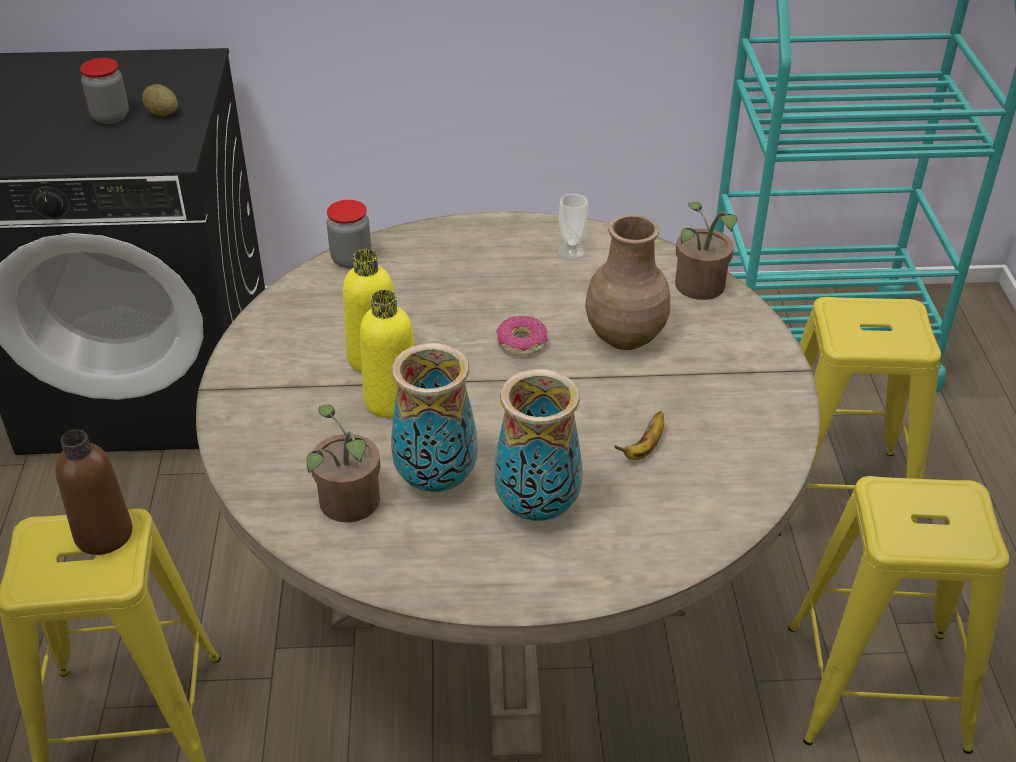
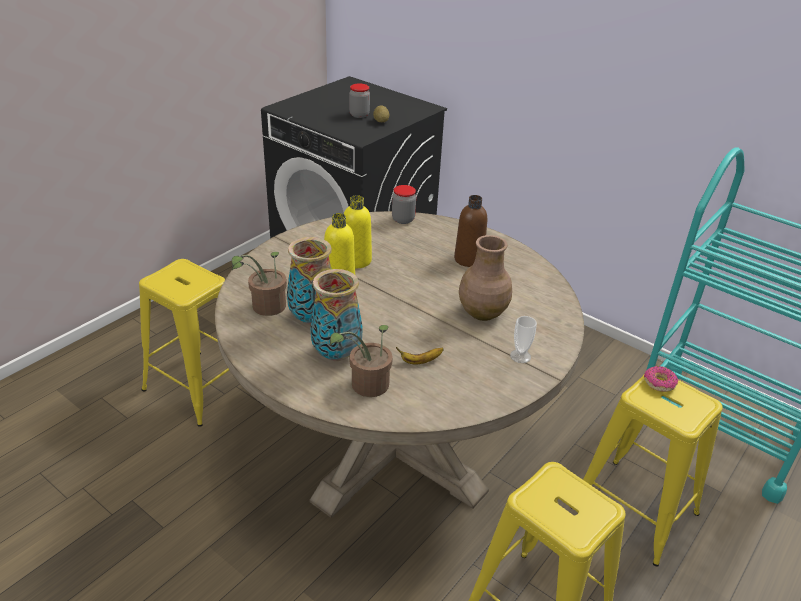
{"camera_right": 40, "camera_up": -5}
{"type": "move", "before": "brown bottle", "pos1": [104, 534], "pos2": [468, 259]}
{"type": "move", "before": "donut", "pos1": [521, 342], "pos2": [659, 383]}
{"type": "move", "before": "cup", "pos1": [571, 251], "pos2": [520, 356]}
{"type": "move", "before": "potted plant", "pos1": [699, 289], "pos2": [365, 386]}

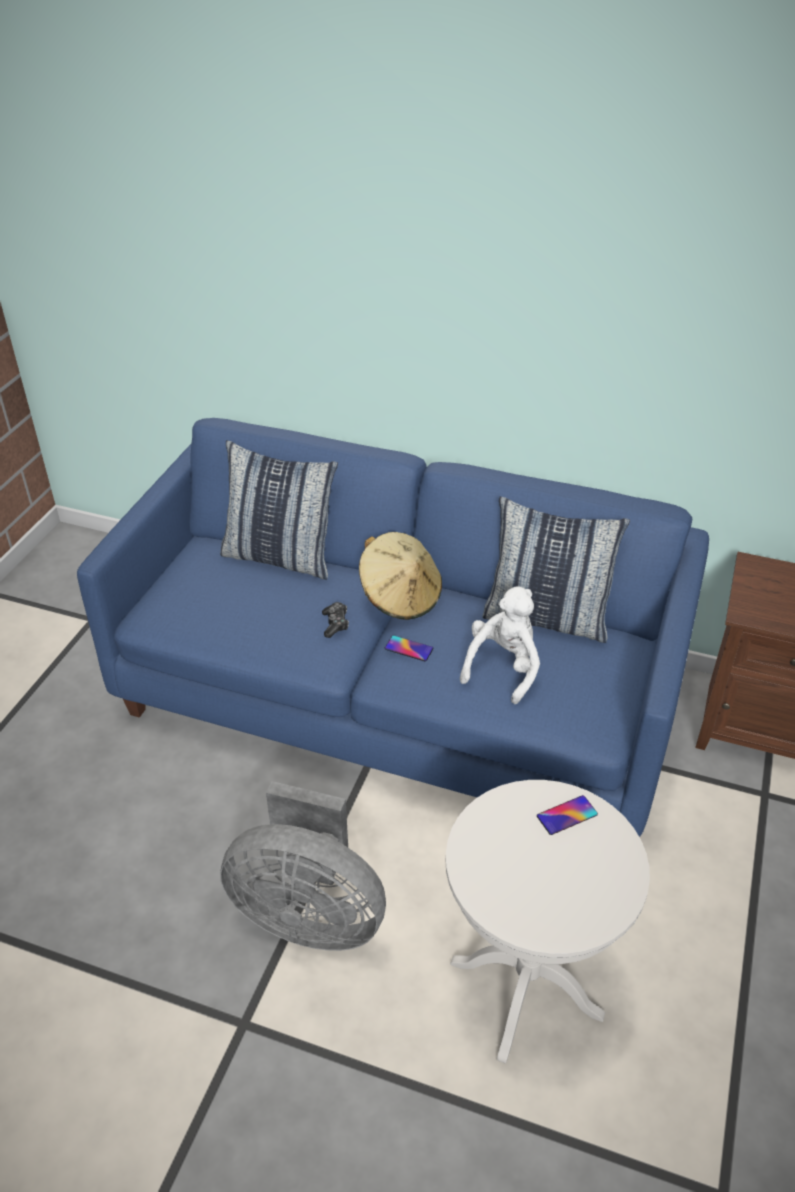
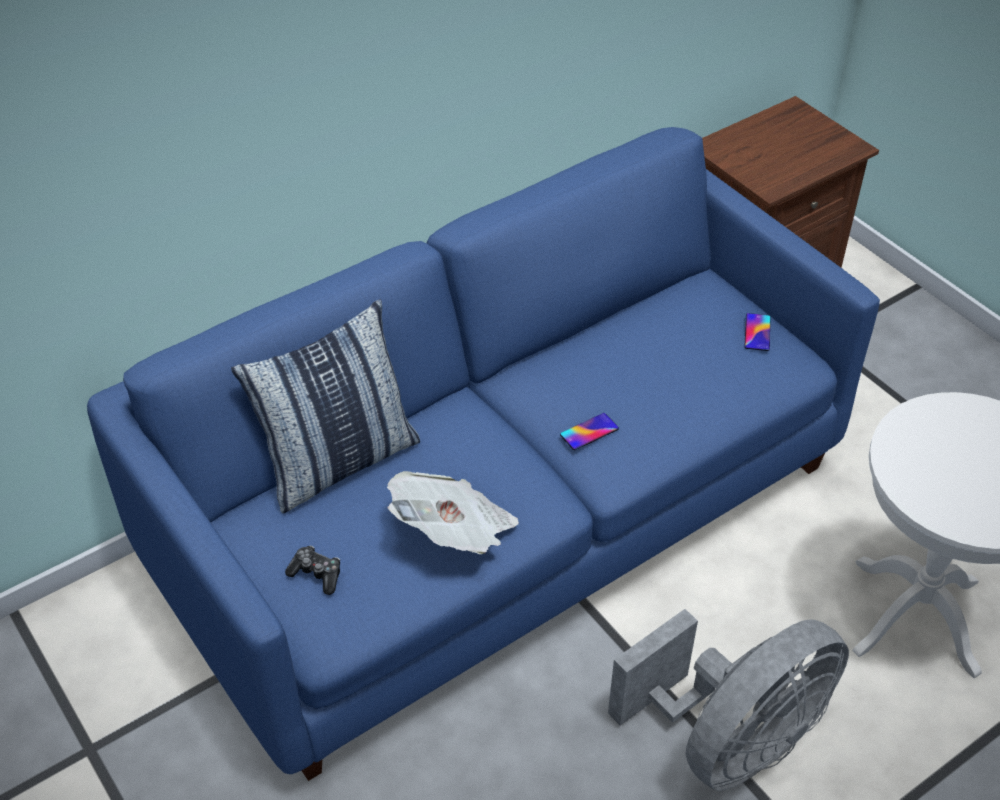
{"camera_right": -55, "camera_up": 5}
{"type": "delete", "before": "beige hat", "pos1": [400, 597]}
{"type": "delete", "before": "white plush toy", "pos1": [503, 667]}
{"type": "delete", "before": "pillow", "pos1": [546, 618]}
{"type": "insert", "after": "newspaper", "pos2": [454, 532]}
{"type": "move", "before": "game controller", "pos1": [335, 624], "pos2": [317, 574]}
{"type": "move", "before": "phone", "pos1": [567, 815], "pos2": [757, 332]}

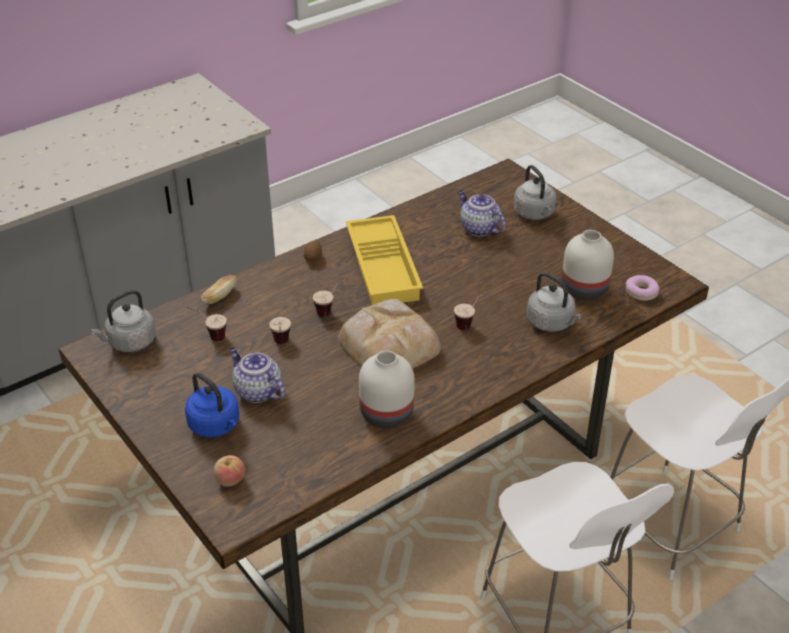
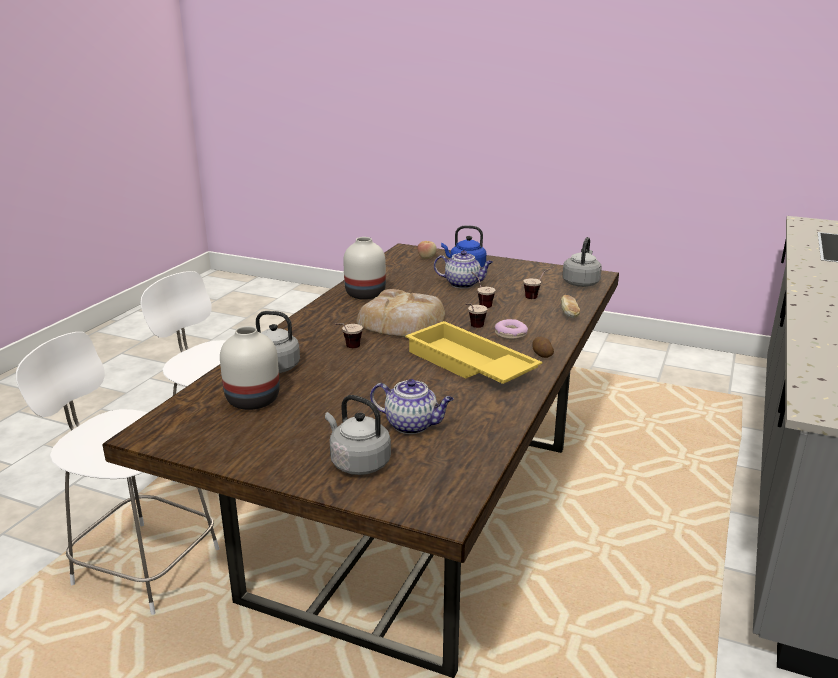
{"camera_right": 150, "camera_up": -15}
{"type": "move", "before": "donut", "pos1": [641, 292], "pos2": [510, 334]}

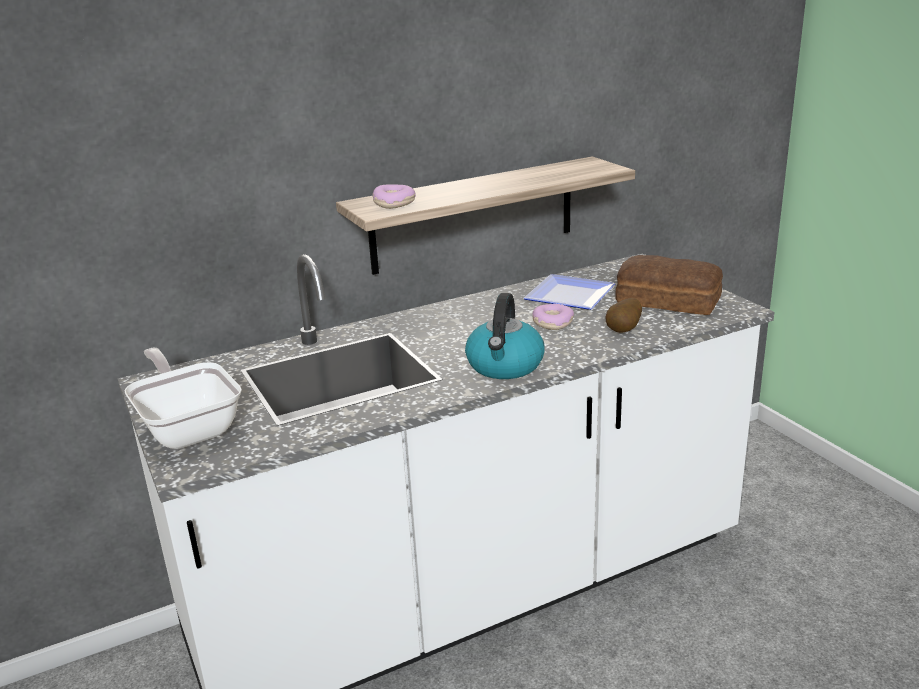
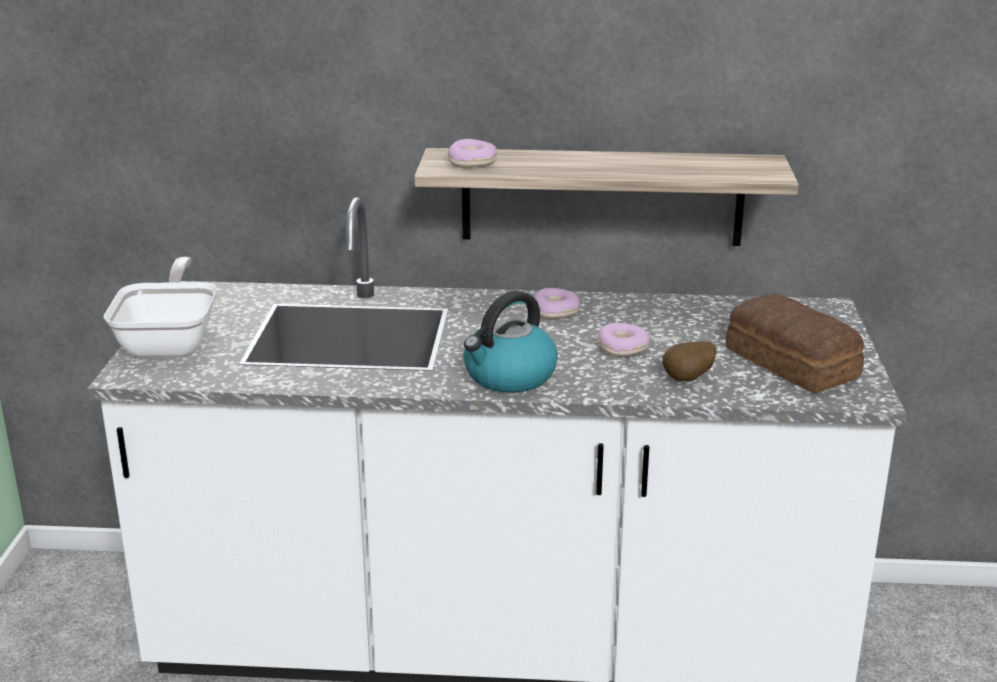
{"camera_right": 30, "camera_up": 0}
{"type": "delete", "before": "plate", "pos1": [566, 296]}
{"type": "insert", "after": "donut", "pos2": [555, 311]}

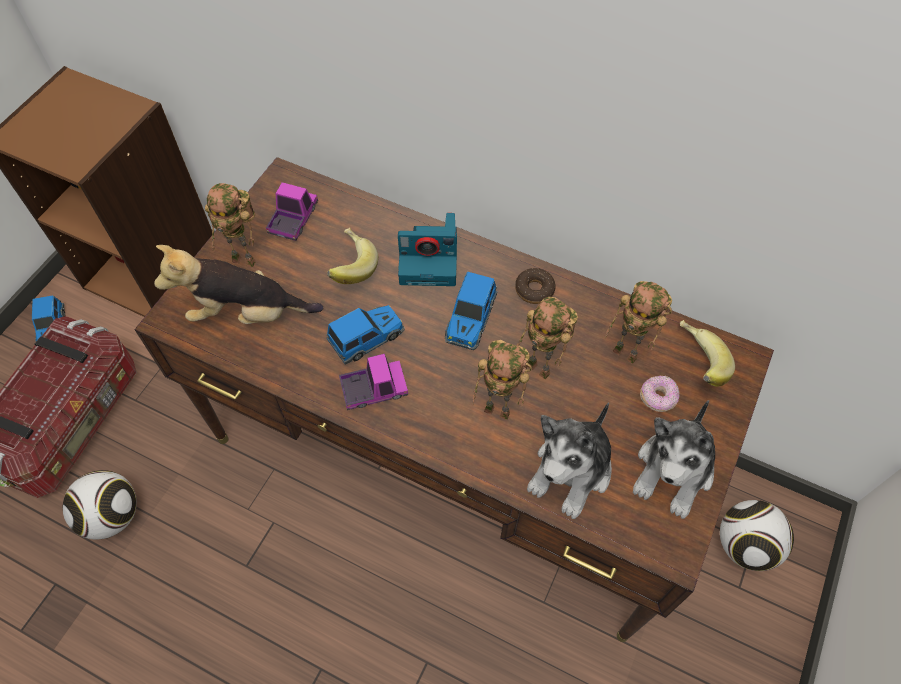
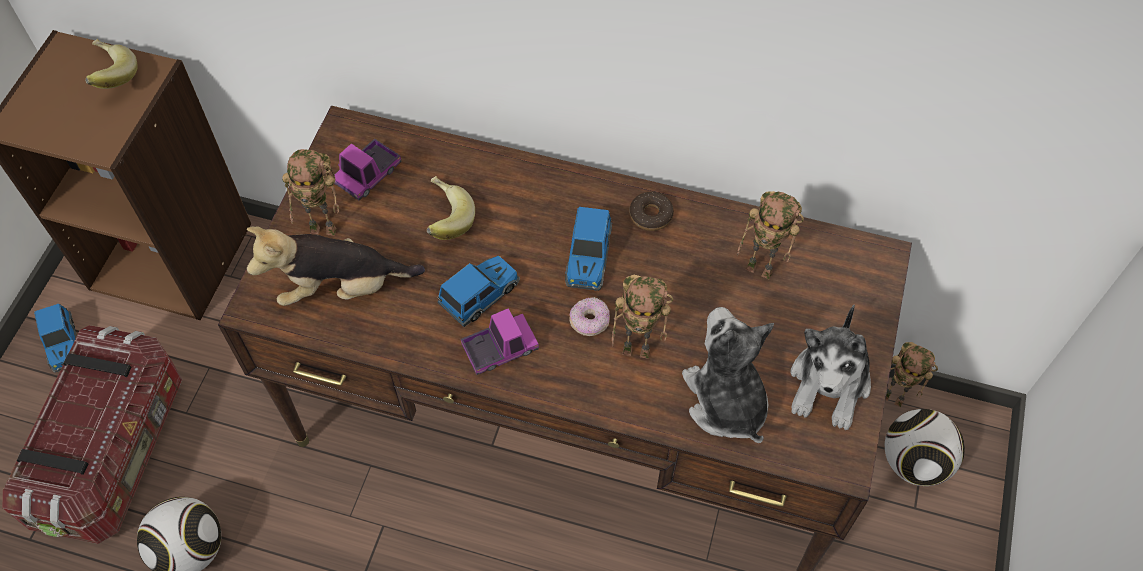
{"camera_right": -10, "camera_up": 0}
{"type": "delete", "before": "photo camera", "pos1": [430, 260]}
{"type": "move", "before": "toy robot", "pos1": [541, 368], "pos2": [894, 398]}
{"type": "move", "before": "donut", "pos1": [658, 398], "pos2": [589, 322]}
{"type": "move", "before": "banana", "pos1": [695, 363], "pos2": [110, 77]}
{"type": "rotate", "before": "toy truck", "pos1": [293, 219], "pos2": [368, 175], "turn": -150}
{"type": "rotate", "before": "plush toy", "pos1": [571, 471], "pos2": [725, 401], "turn": 135}

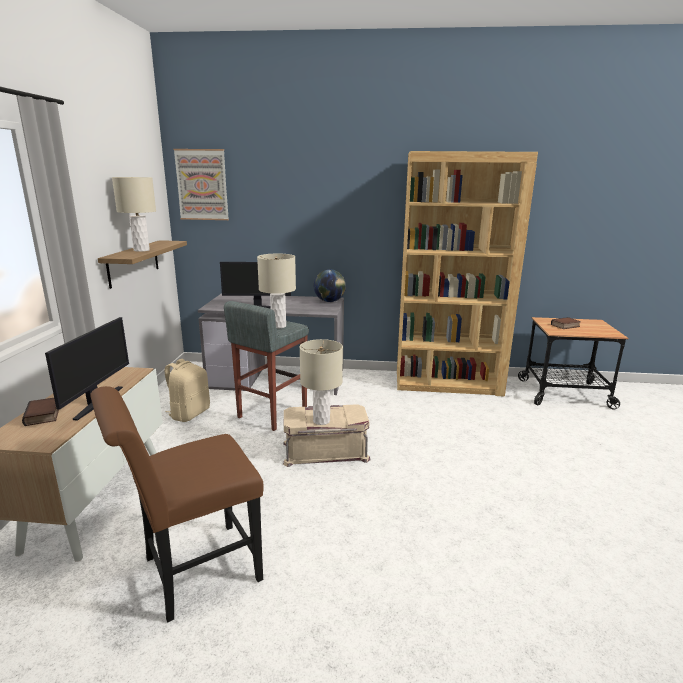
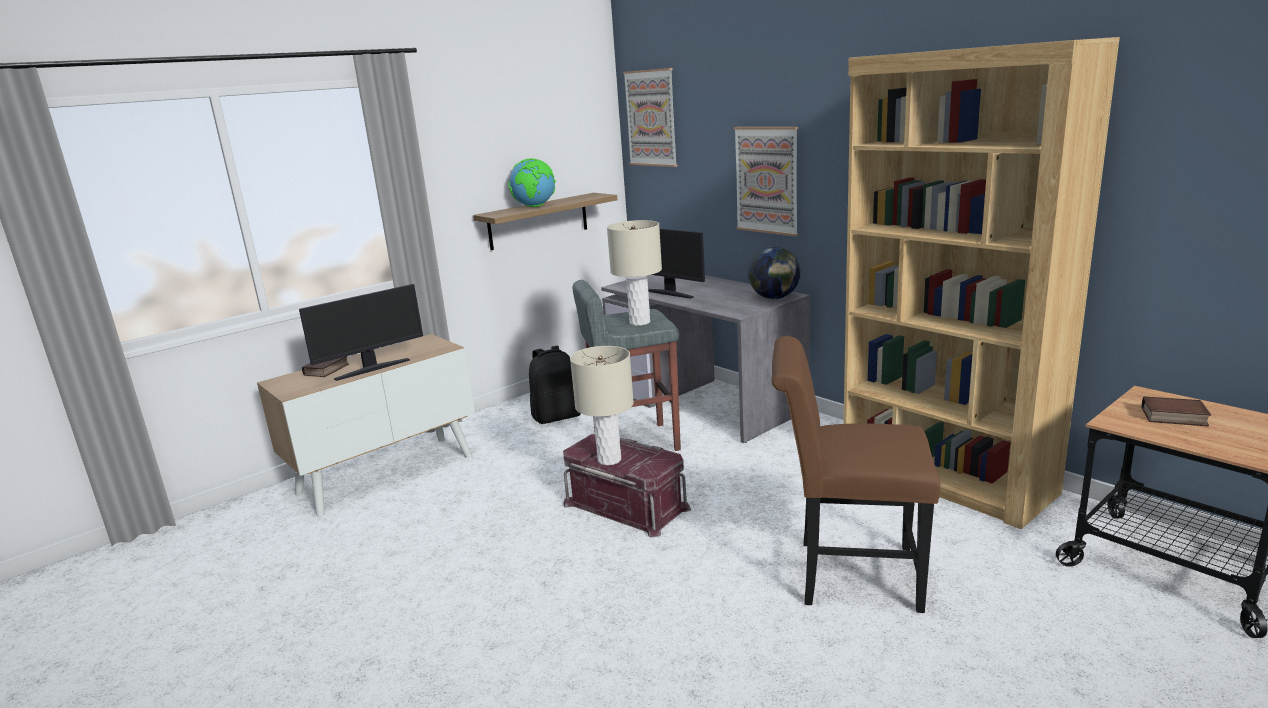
{"camera_right": 45, "camera_up": 0}
{"type": "insert", "after": "picture", "pos2": [767, 180]}
{"type": "move", "before": "brown chair", "pos1": [193, 572], "pos2": [847, 574]}
{"type": "replace", "before": "beige table lamp", "after": "globe", "pos1": [142, 250], "pos2": [535, 206]}
{"type": "recolor", "before": "beige backpack", "after": "black backpack", "pos1": [189, 414], "pos2": [557, 416]}
{"type": "recolor", "before": "beige storage box", "after": "red storage box", "pos1": [325, 450], "pos2": [627, 505]}

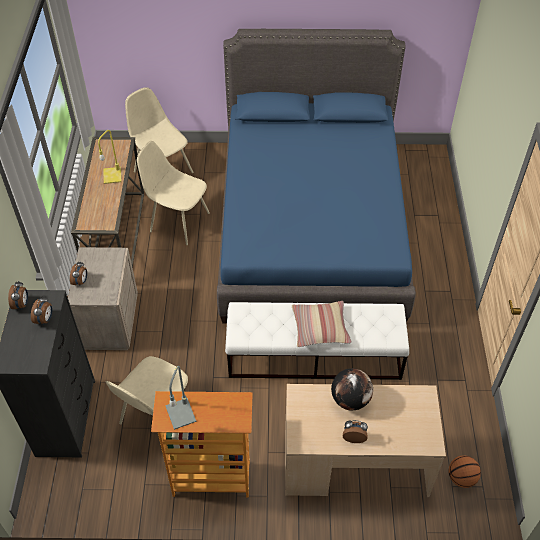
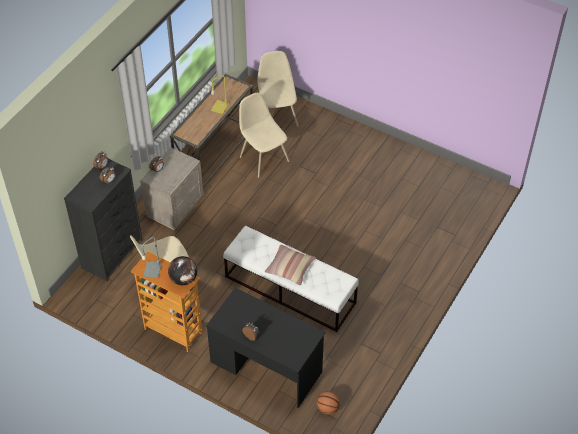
{"camera_right": 30, "camera_up": 0}
{"type": "delete", "before": "blue bed", "pos1": [310, 227]}
{"type": "move", "before": "globe", "pos1": [350, 399], "pos2": [184, 279]}
{"type": "recolor", "before": "beige desk", "after": "black desk", "pos1": [355, 465], "pos2": [266, 367]}

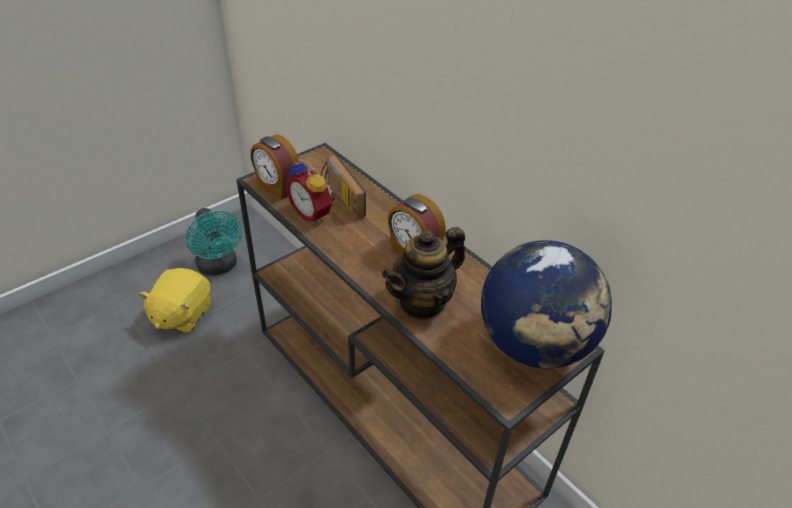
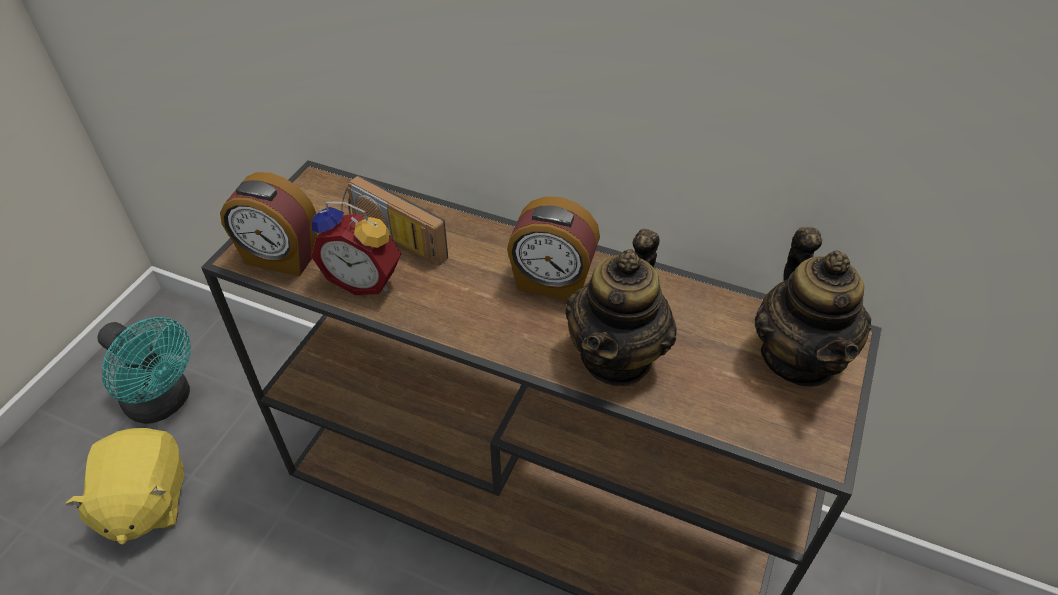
{"camera_right": -25, "camera_up": 5}
{"type": "replace", "before": "globe", "after": "teapot", "pos1": [534, 345], "pos2": [798, 357]}

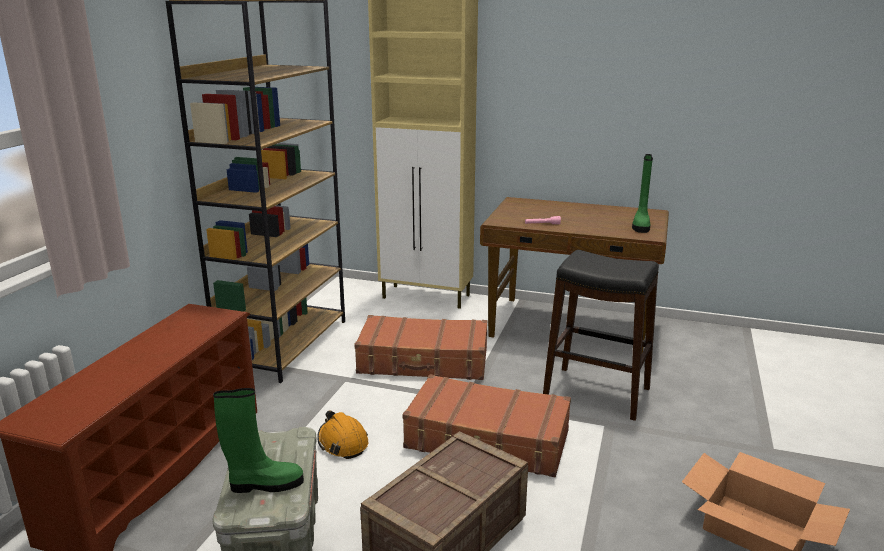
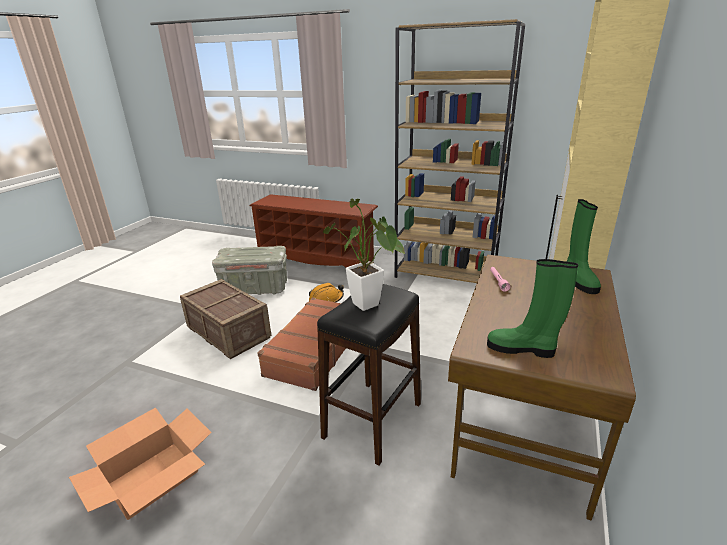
{"camera_right": 95, "camera_up": 5}
{"type": "delete", "before": "brown suitcase", "pos1": [423, 361]}
{"type": "insert", "after": "potted plant", "pos2": [368, 307]}
{"type": "move", "before": "green boot", "pos1": [264, 484], "pos2": [578, 281]}

